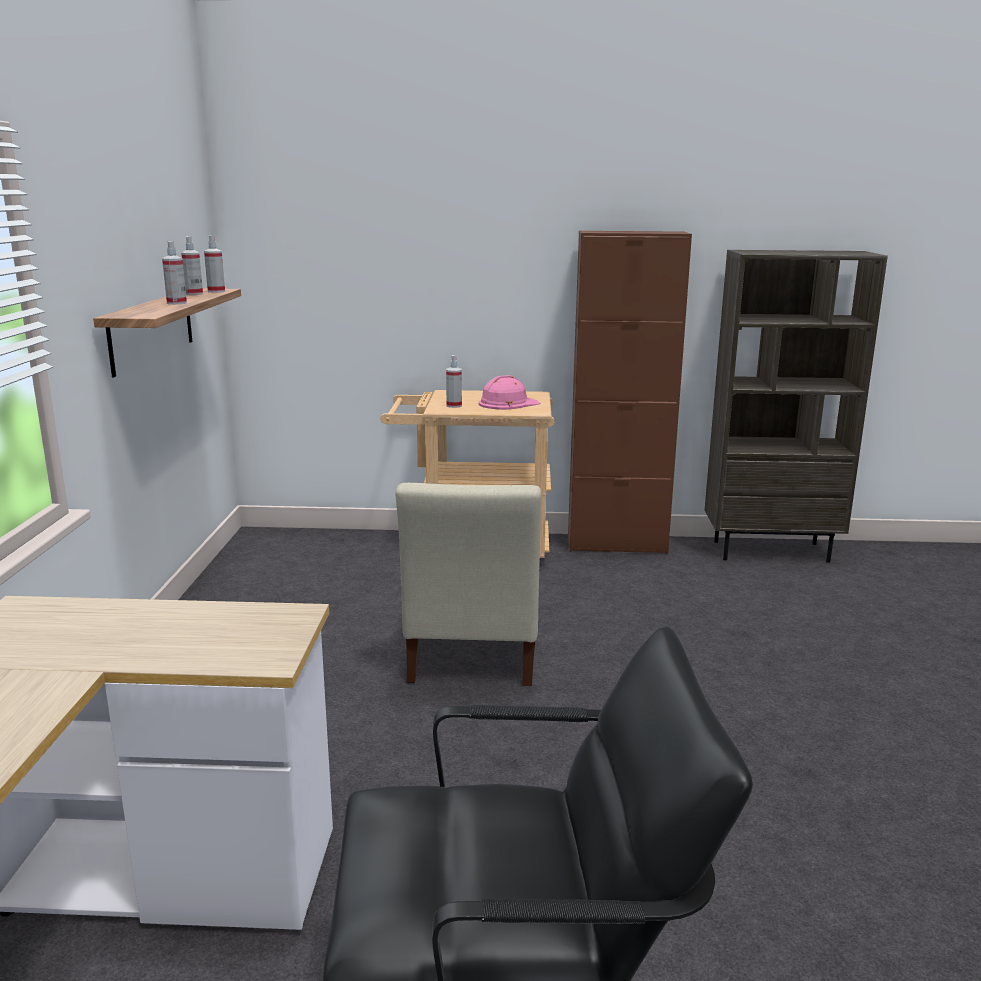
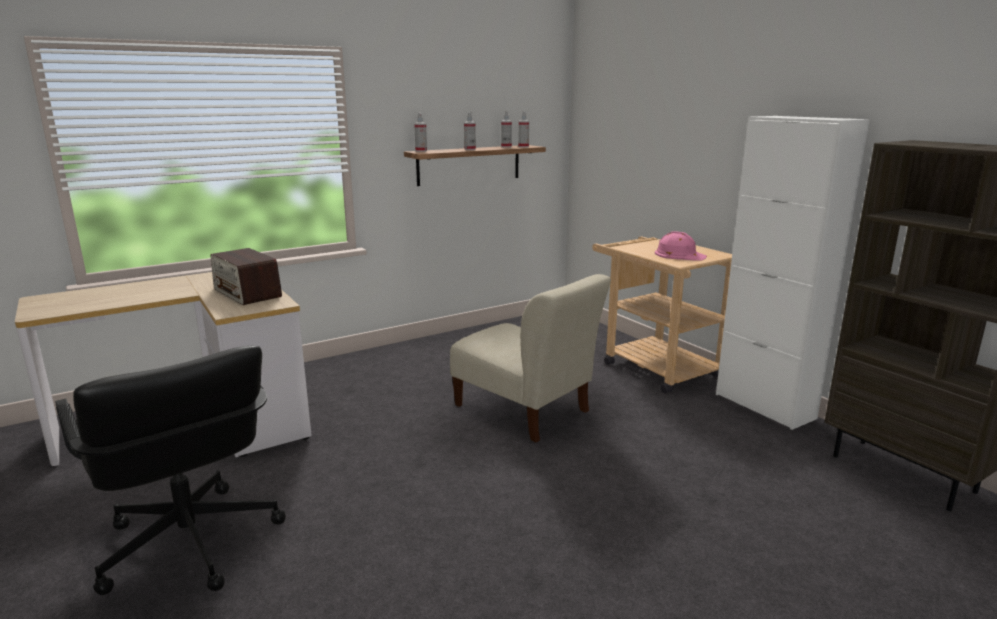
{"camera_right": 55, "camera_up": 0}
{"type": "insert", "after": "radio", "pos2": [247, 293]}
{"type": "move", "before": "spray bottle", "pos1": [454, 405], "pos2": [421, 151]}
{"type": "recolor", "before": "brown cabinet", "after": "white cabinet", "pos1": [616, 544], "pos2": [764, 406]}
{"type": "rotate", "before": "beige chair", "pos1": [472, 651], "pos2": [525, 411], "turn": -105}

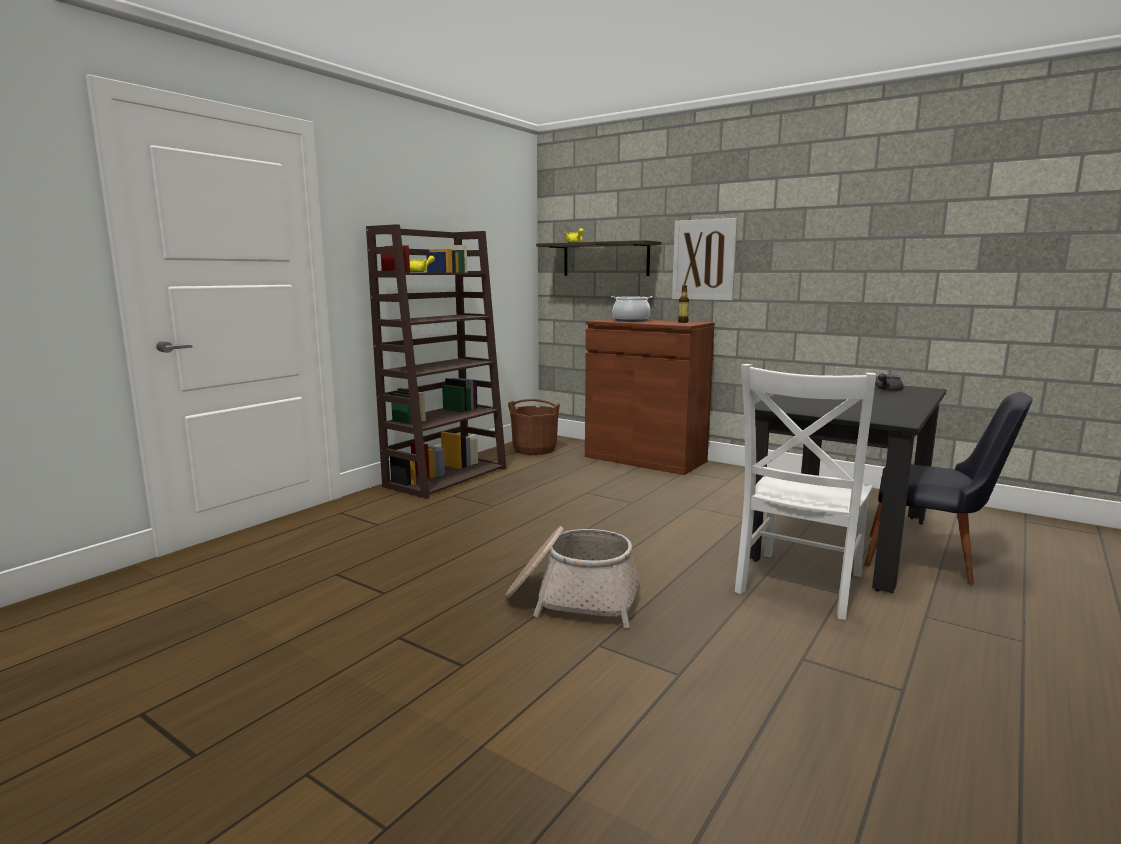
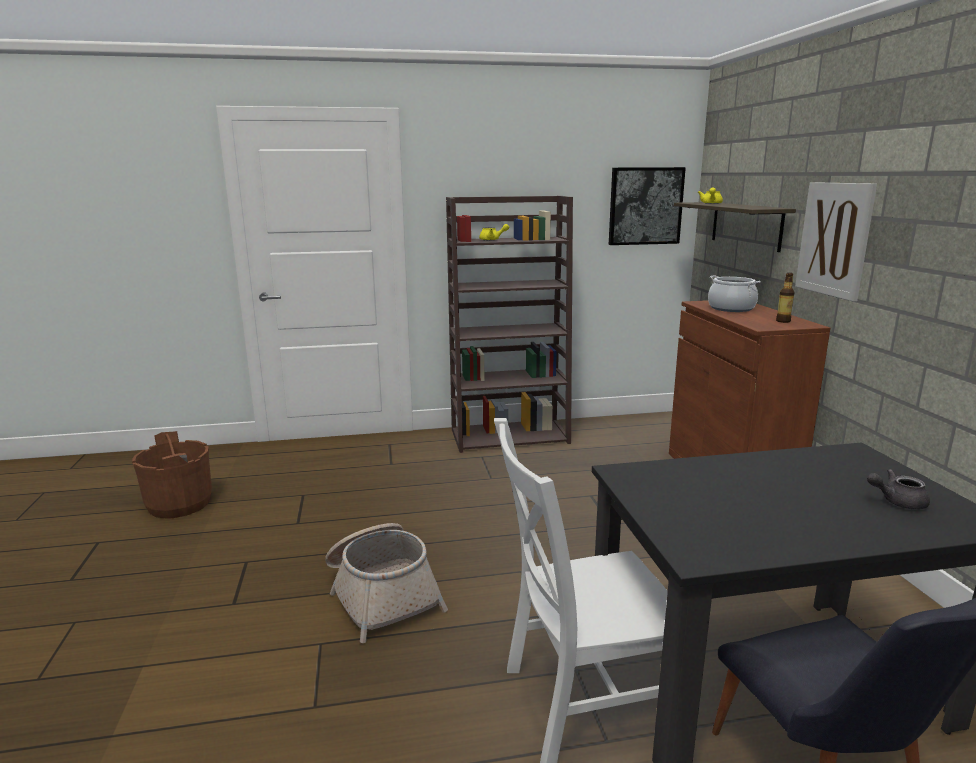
{"camera_right": 45, "camera_up": 5}
{"type": "insert", "after": "picture", "pos2": [645, 206]}
{"type": "move", "before": "brown bucket", "pos1": [534, 449], "pos2": [180, 504]}

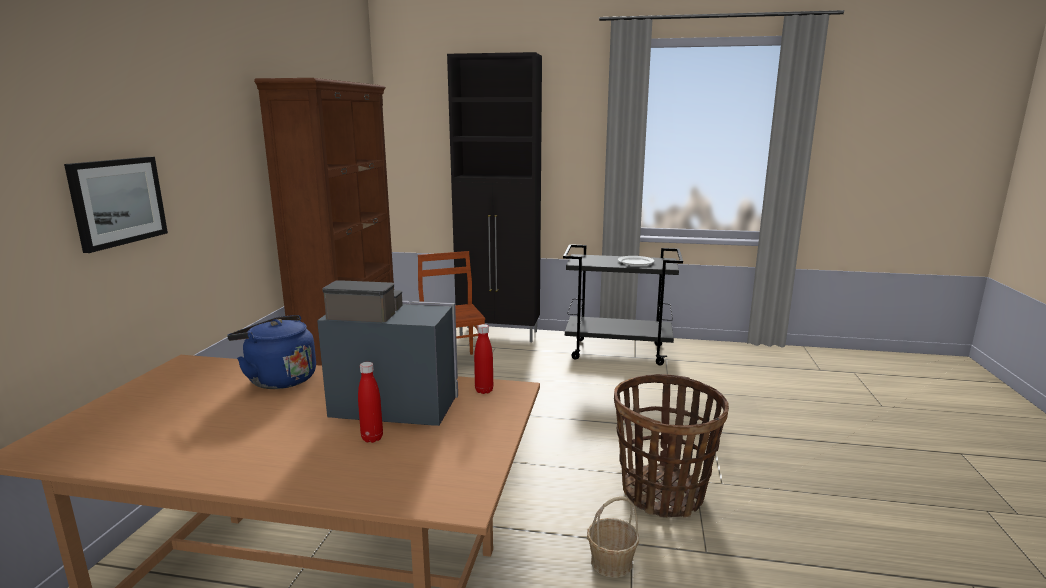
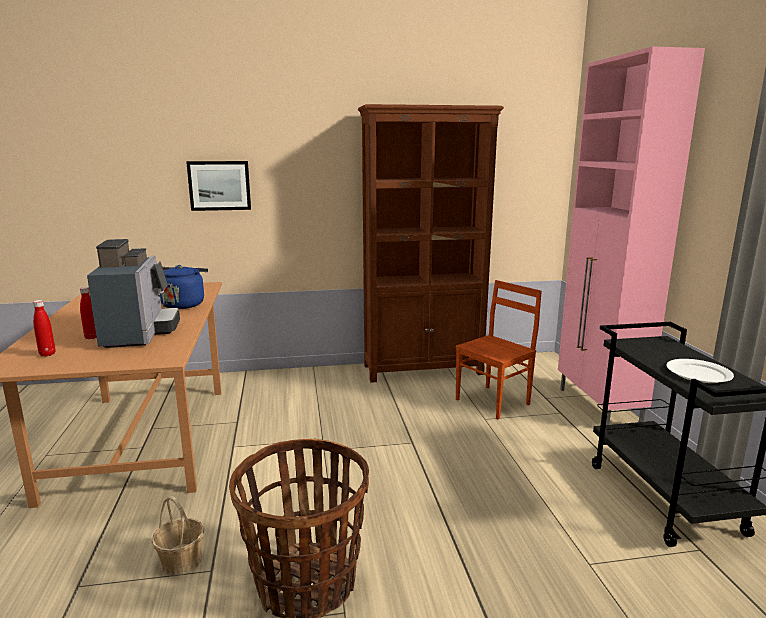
{"camera_right": 70, "camera_up": 0}
{"type": "move", "before": "red bottle", "pos1": [484, 390], "pos2": [47, 354]}
{"type": "recolor", "before": "black cabinet", "after": "pink cabinet", "pos1": [499, 334], "pos2": [598, 407]}

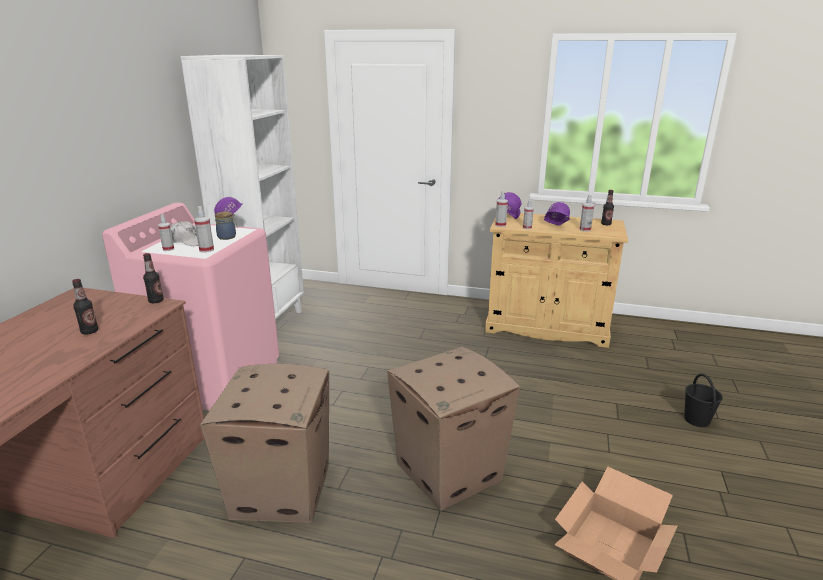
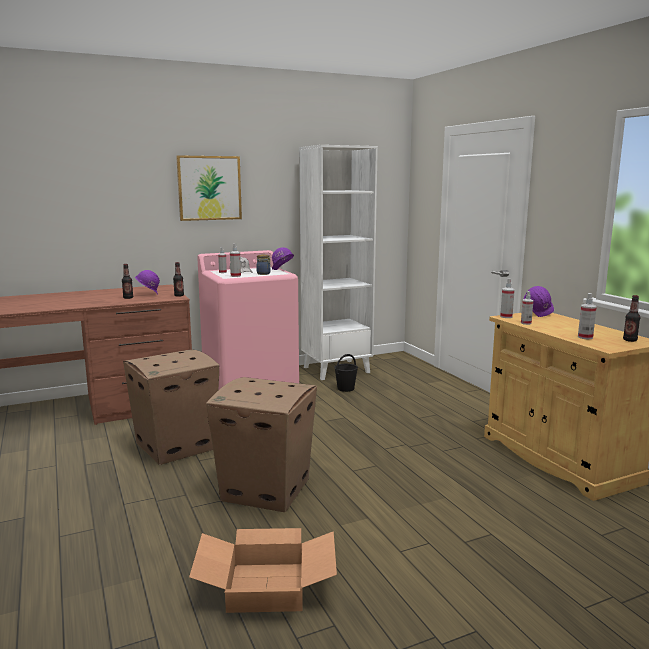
{"camera_right": 50, "camera_up": -10}
{"type": "insert", "after": "picture", "pos2": [209, 188]}
{"type": "move", "before": "purple hard hat", "pos1": [555, 228], "pos2": [148, 294]}
{"type": "move", "before": "black bucket", "pos1": [696, 419], "pos2": [346, 388]}

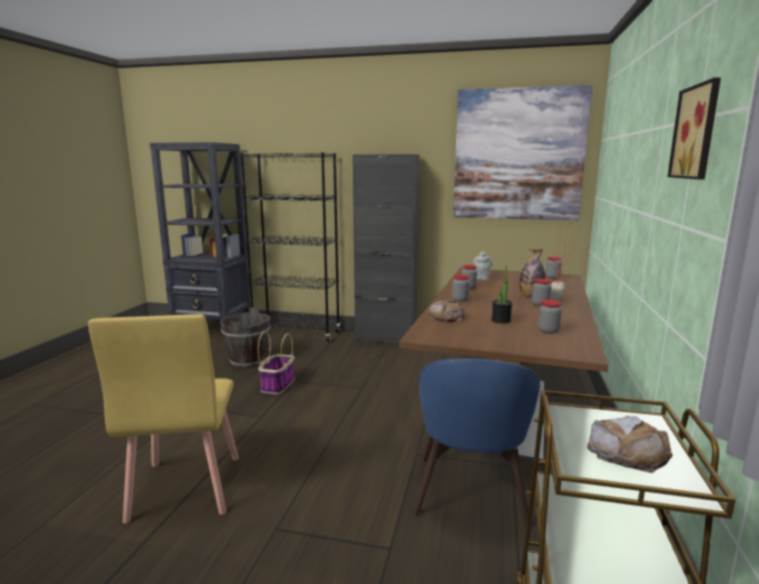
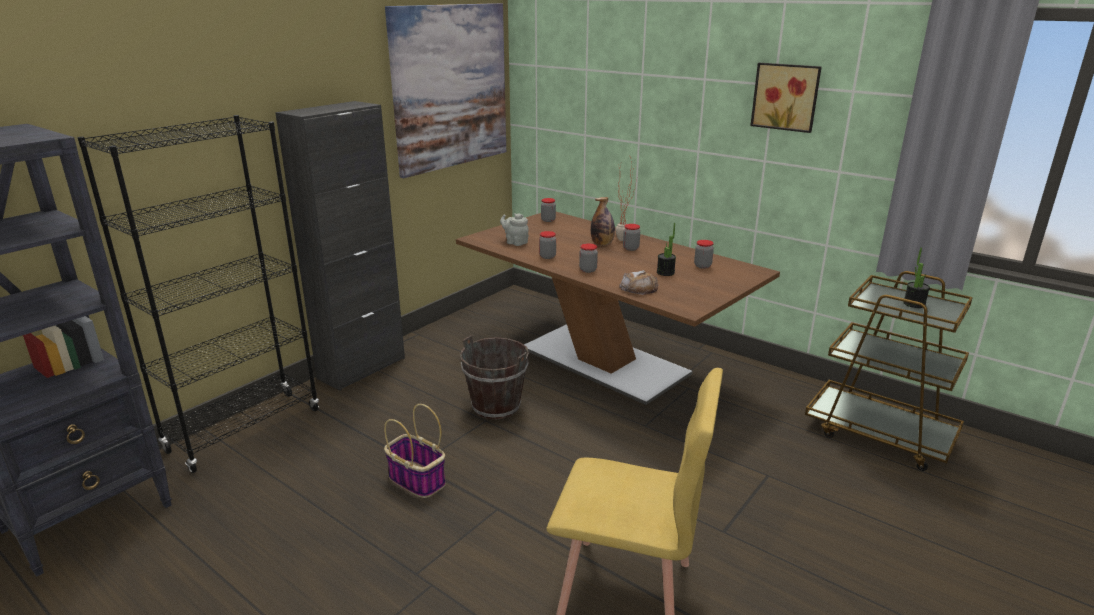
{"camera_right": -65, "camera_up": 10}
{"type": "delete", "before": "blue chair", "pos1": [470, 495]}
{"type": "move", "before": "brown bucket", "pos1": [248, 361], "pos2": [496, 406]}
{"type": "replace", "before": "bread", "after": "potted plant", "pos1": [627, 452], "pos2": [914, 304]}

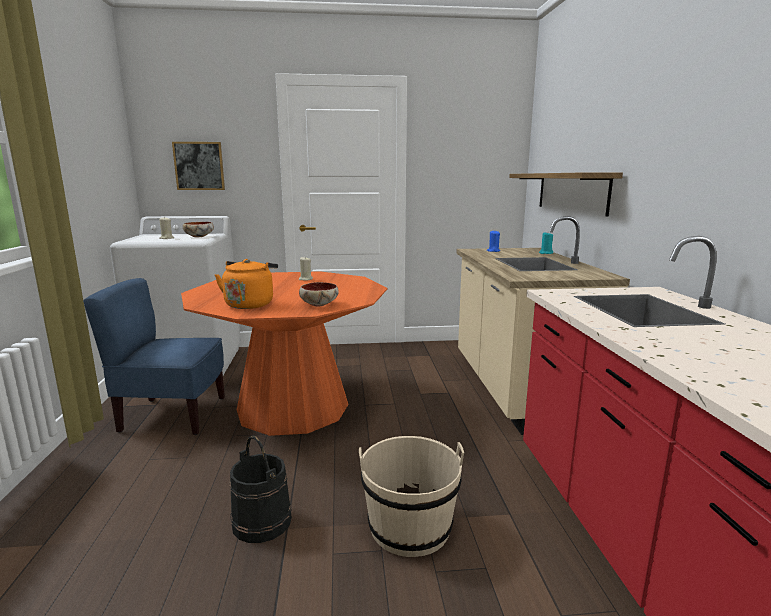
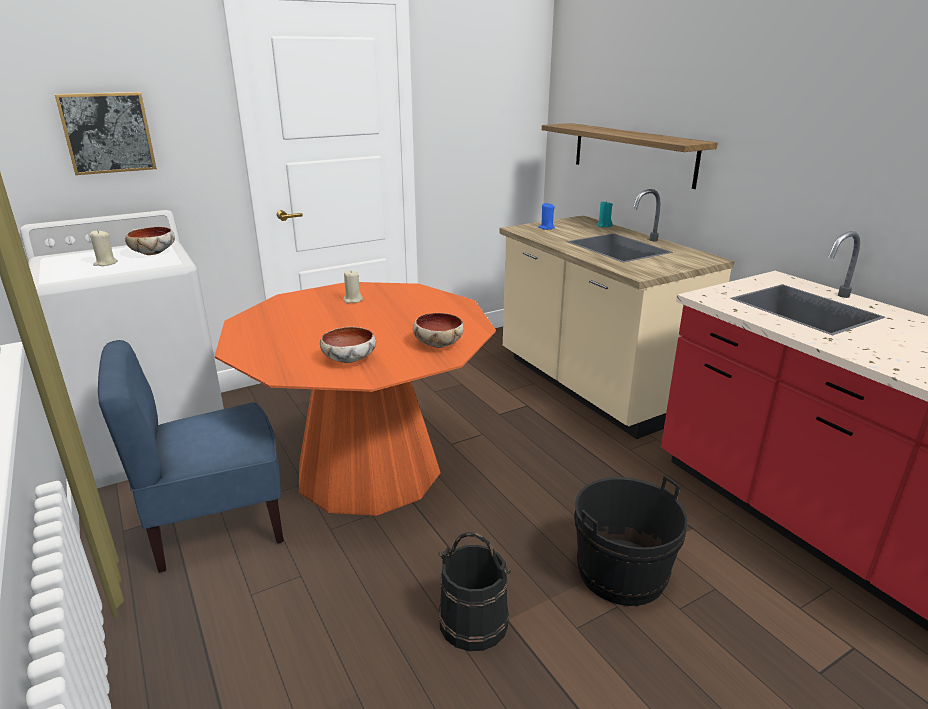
{"camera_right": -25, "camera_up": 10}
{"type": "replace", "before": "orange kettle", "after": "bowl", "pos1": [250, 304], "pos2": [350, 359]}
{"type": "recolor", "before": "beige bucket", "after": "black bucket", "pos1": [410, 527], "pos2": [621, 573]}

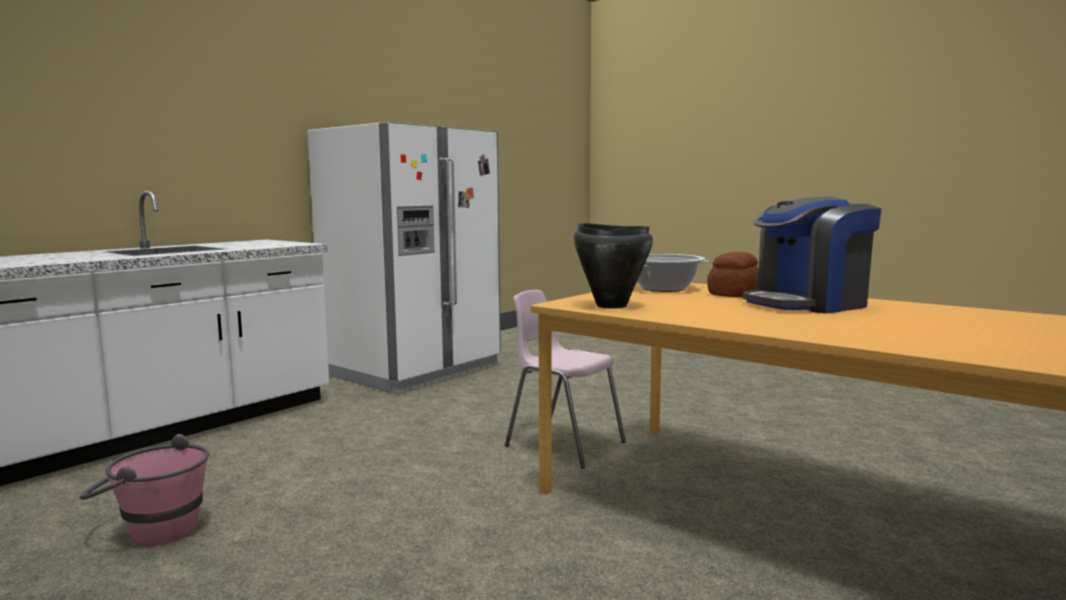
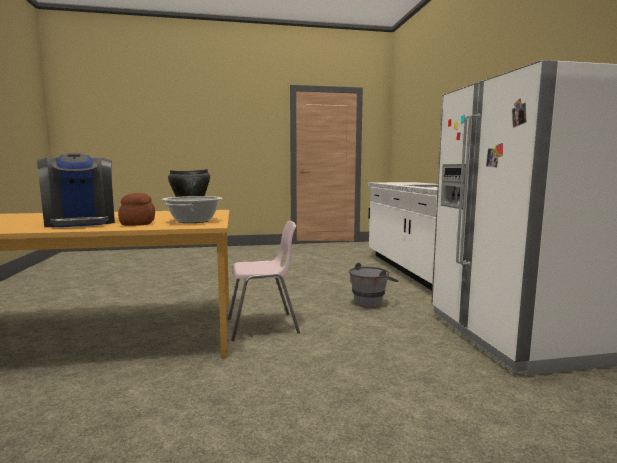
{"camera_right": 130, "camera_up": 0}
{"type": "delete", "before": "pink bucket", "pos1": [151, 531]}
{"type": "insert", "after": "grey bucket", "pos2": [372, 302]}
{"type": "rotate", "before": "coffee machine", "pos1": [808, 304], "pos2": [81, 223], "turn": 135}

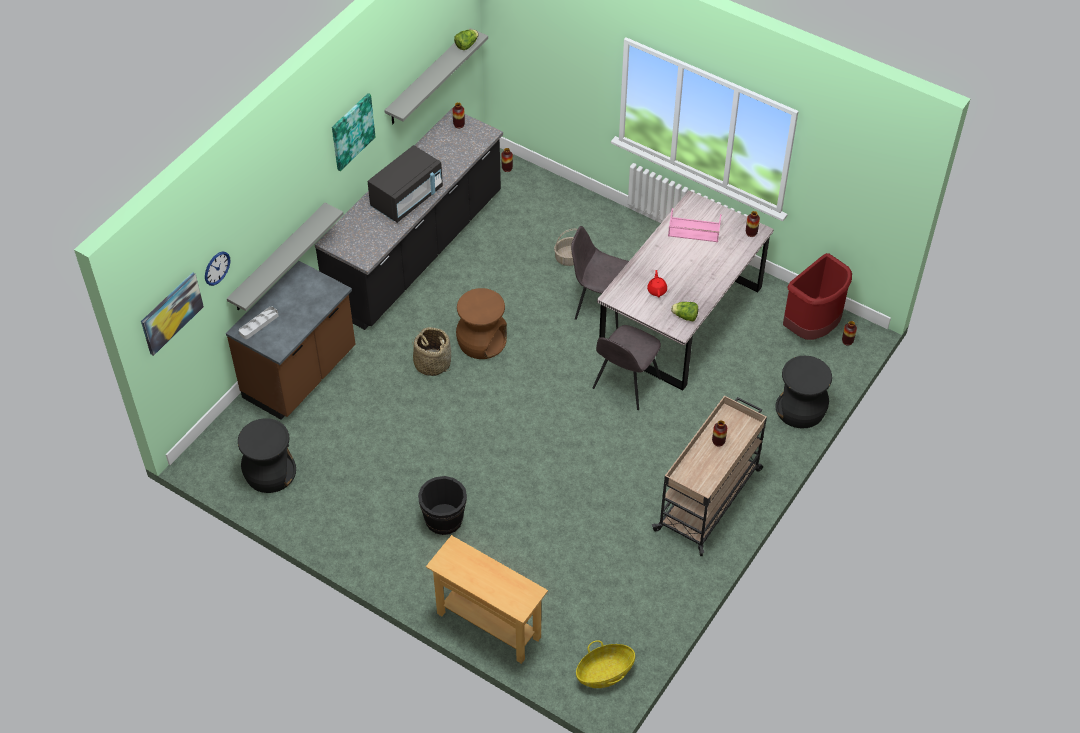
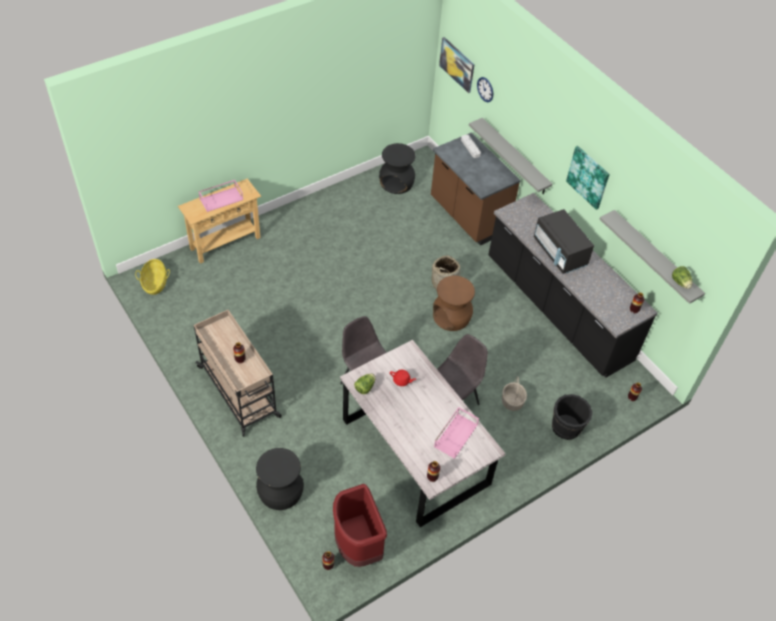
{"camera_right": 110, "camera_up": 0}
{"type": "insert", "after": "pink tray", "pos2": [221, 199]}
{"type": "move", "before": "black bucket", "pos1": [444, 519], "pos2": [566, 427]}

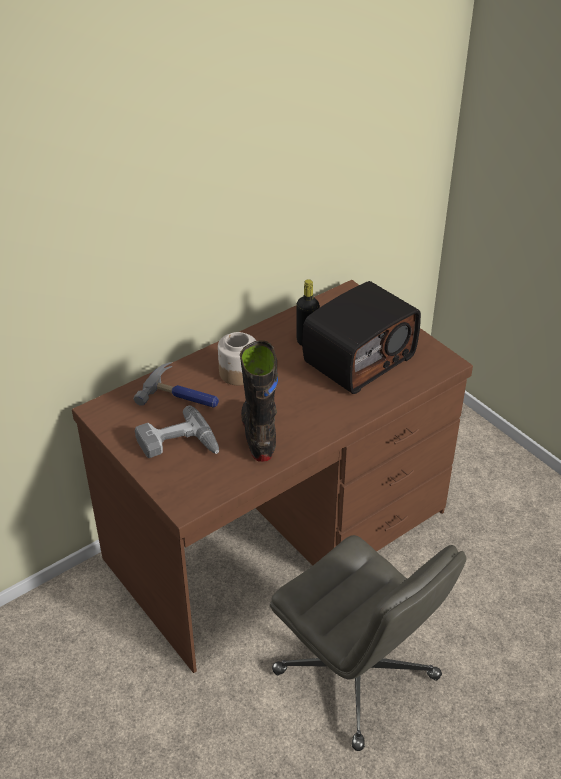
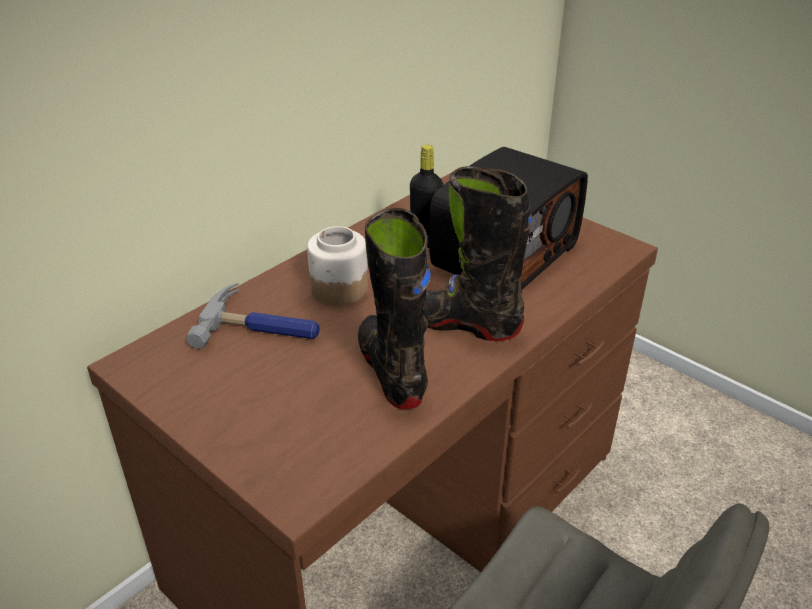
{"camera_right": -10, "camera_up": -5}
{"type": "delete", "before": "power drill", "pos1": [179, 446]}
{"type": "insert", "after": "black boot", "pos2": [460, 323]}

